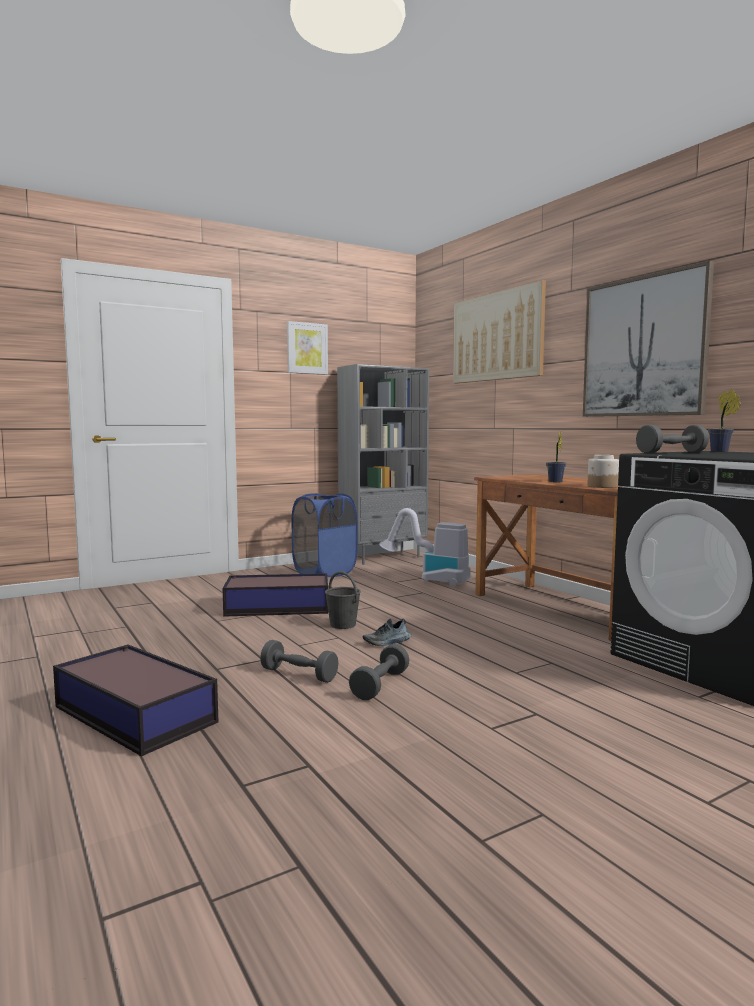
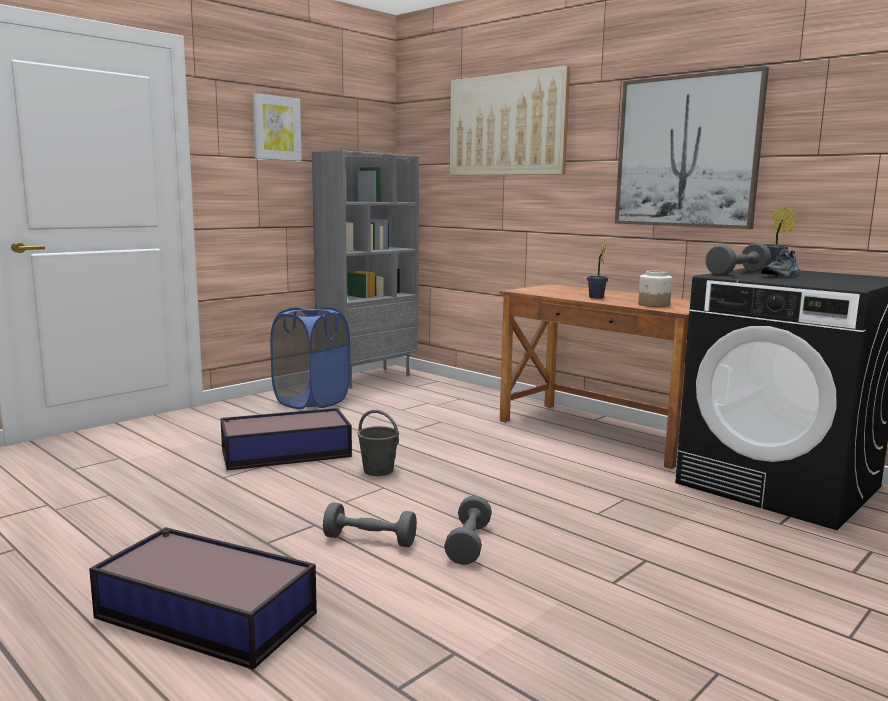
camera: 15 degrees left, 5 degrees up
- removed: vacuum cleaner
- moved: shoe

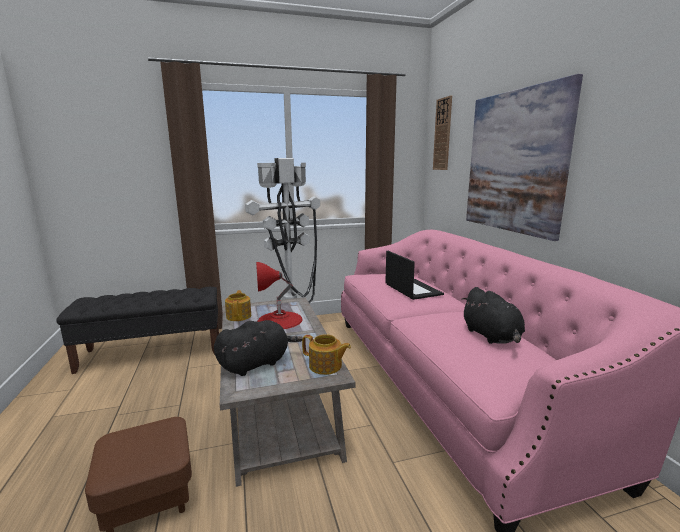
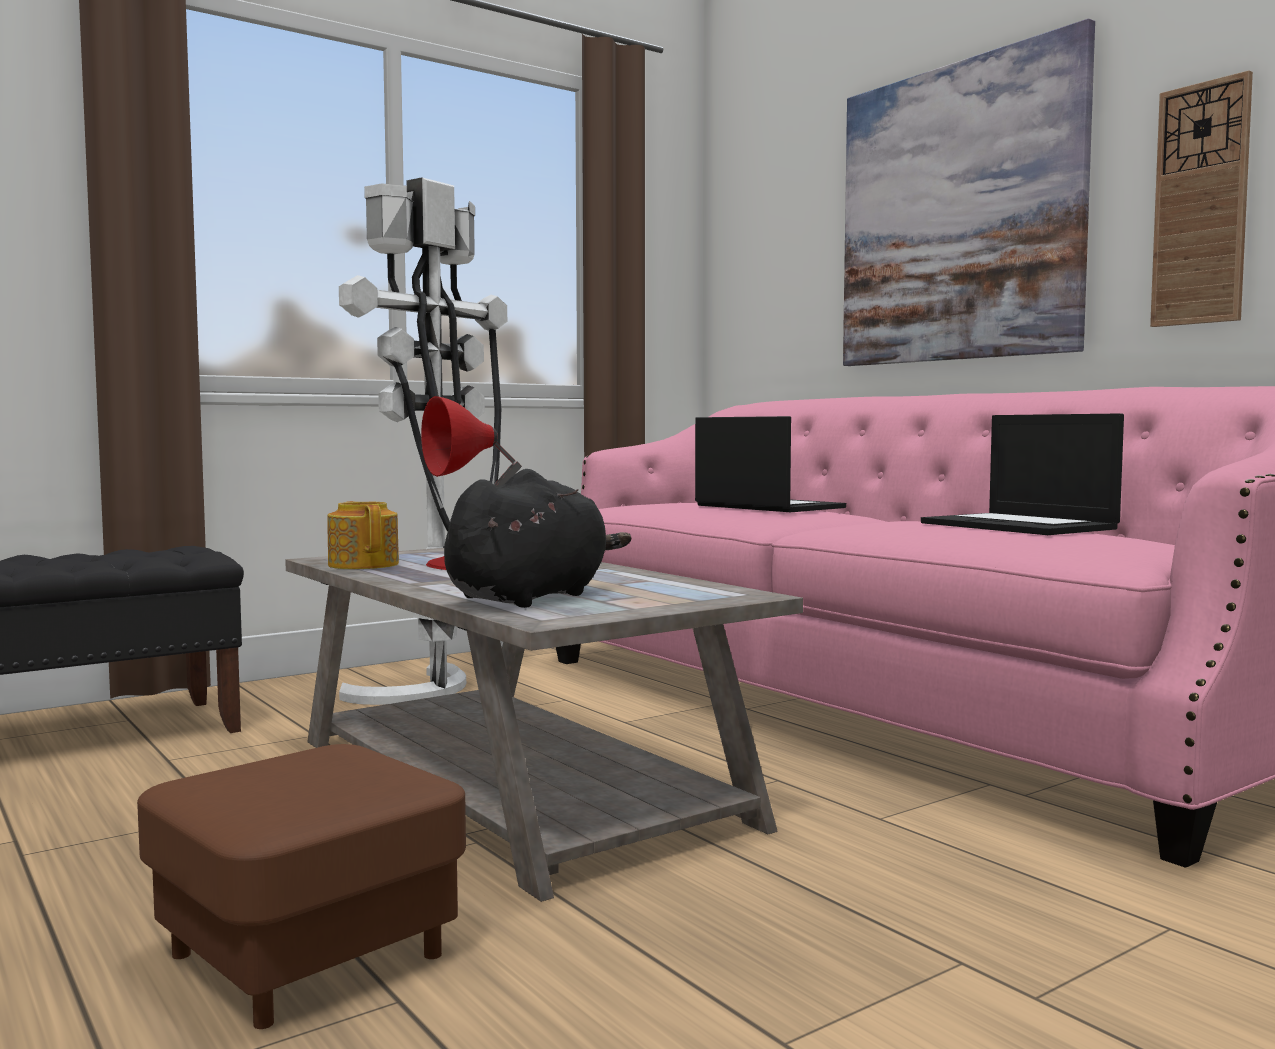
camera: 20 degrees left, 10 degrees down
- removed: teapot (2nd from left)
- moved: wall clock
- replaced: black plush toy (2nd from left) to laptop (2nd from left)

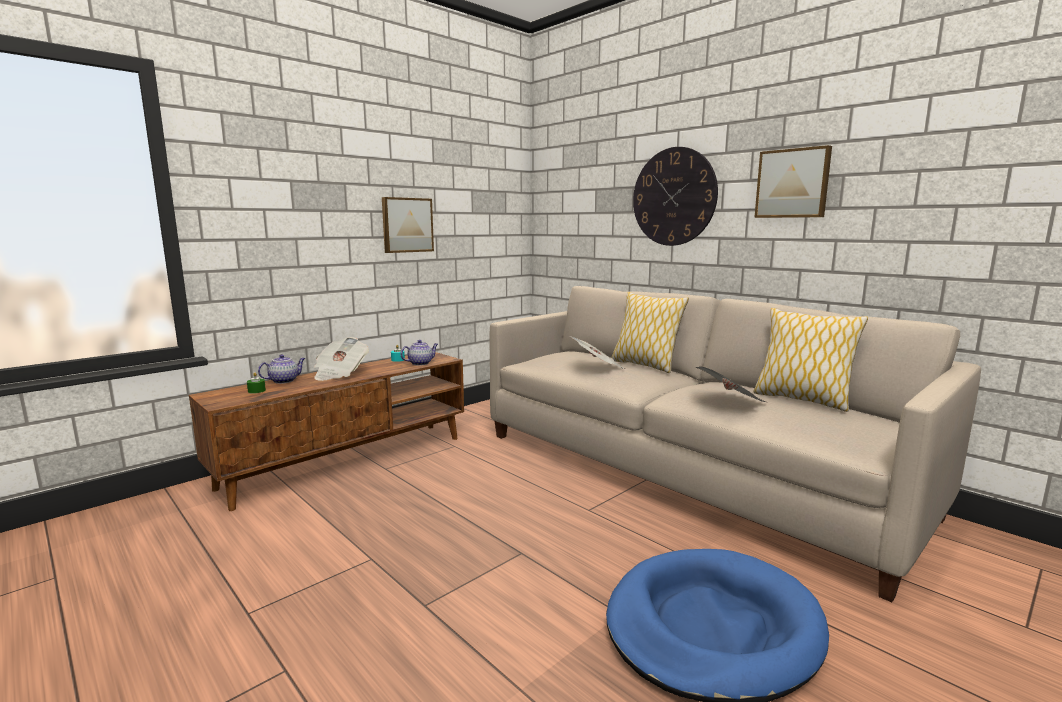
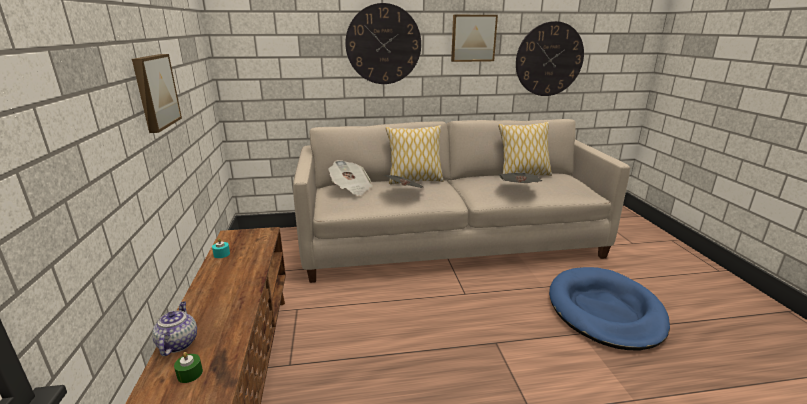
camera: 55 degrees left, 10 degrees up
- removed: teapot (2nd from left)
- added: wall clock (2nd from left)
- moved: newspaper (1st from left)

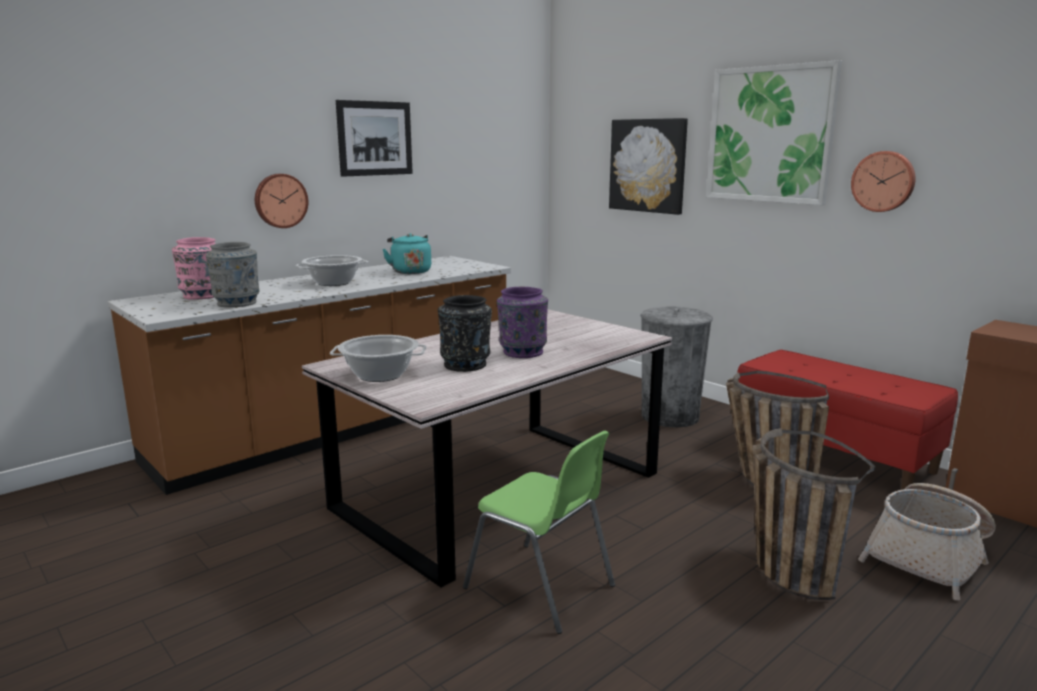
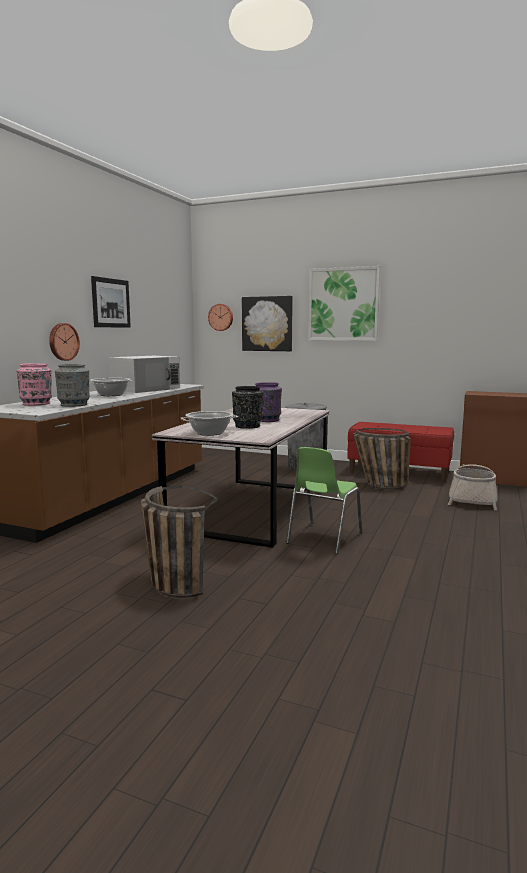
camera: 25 degrees left, 5 degrees down
- moved: basket (2nd from left in the first image) to basket (1st from left)
- moved: wall clock (2nd from left)
- replaced: turquoise kettle to white microwave
- turned: green chair 105 degrees clockwise

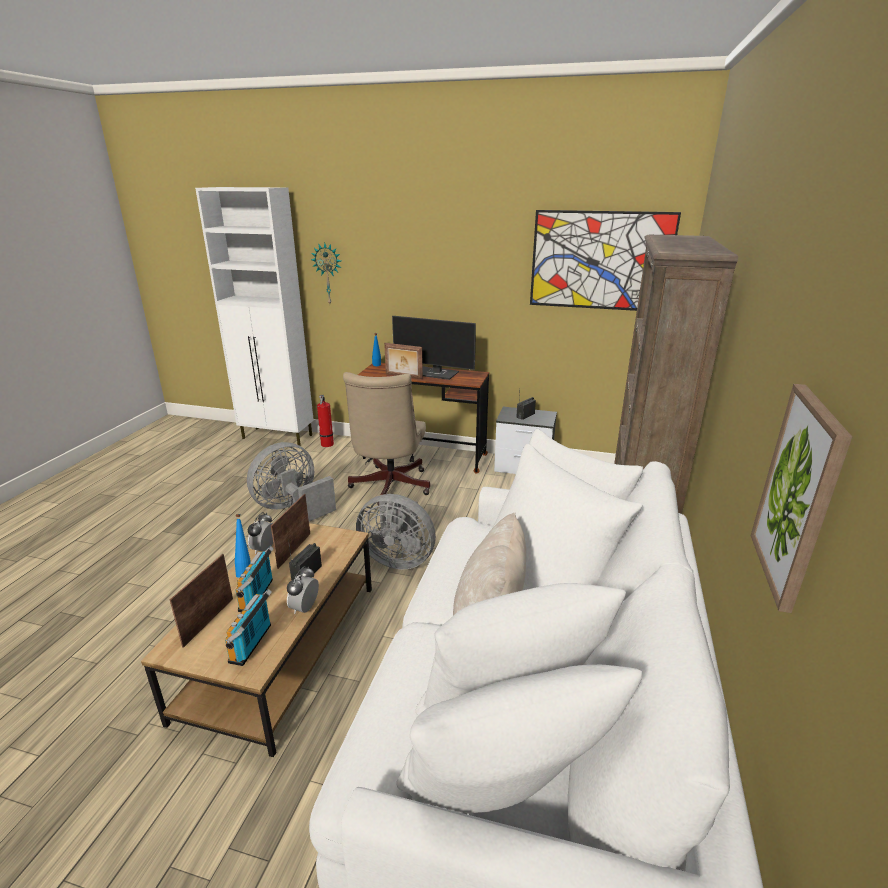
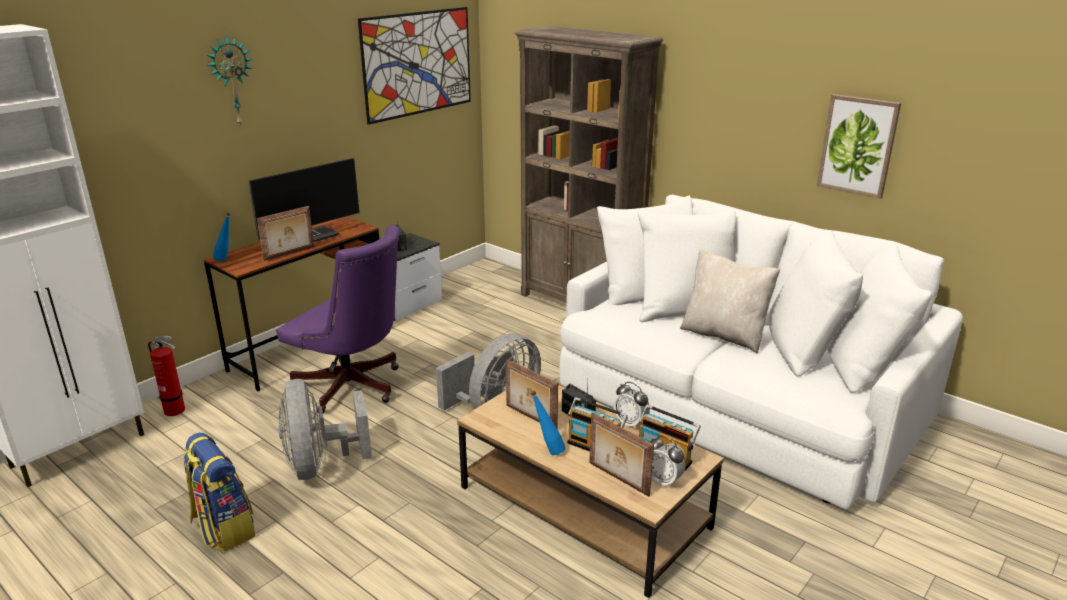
camera: 65 degrees left, 0 degrees up
- added: backpack
- moved: alarm clock (1st from left in the first image) to alarm clock (2nd from left)
- moved: wall clock
- recoloured: beige office chair to purple office chair

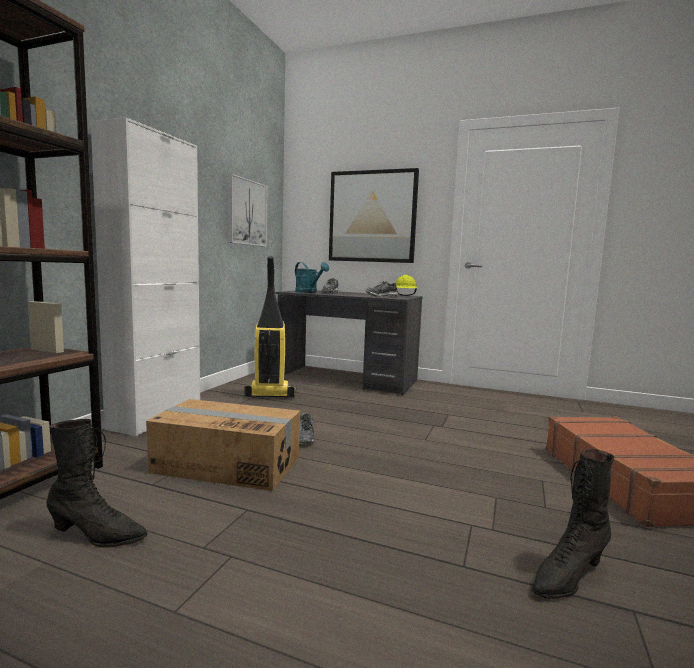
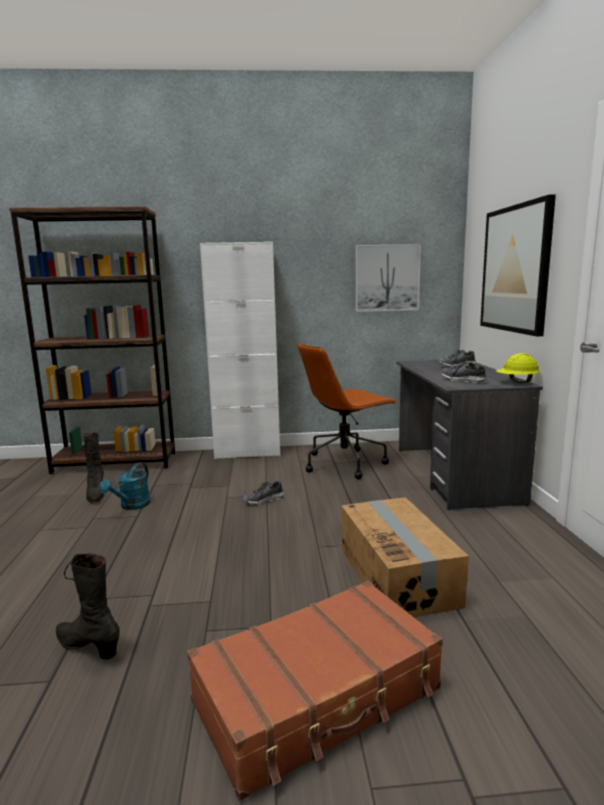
camera: 65 degrees right, 5 degrees up
- moved: cardboard box
- moved: turquoise watering can
- replaced: vacuum cleaner to brown office chair

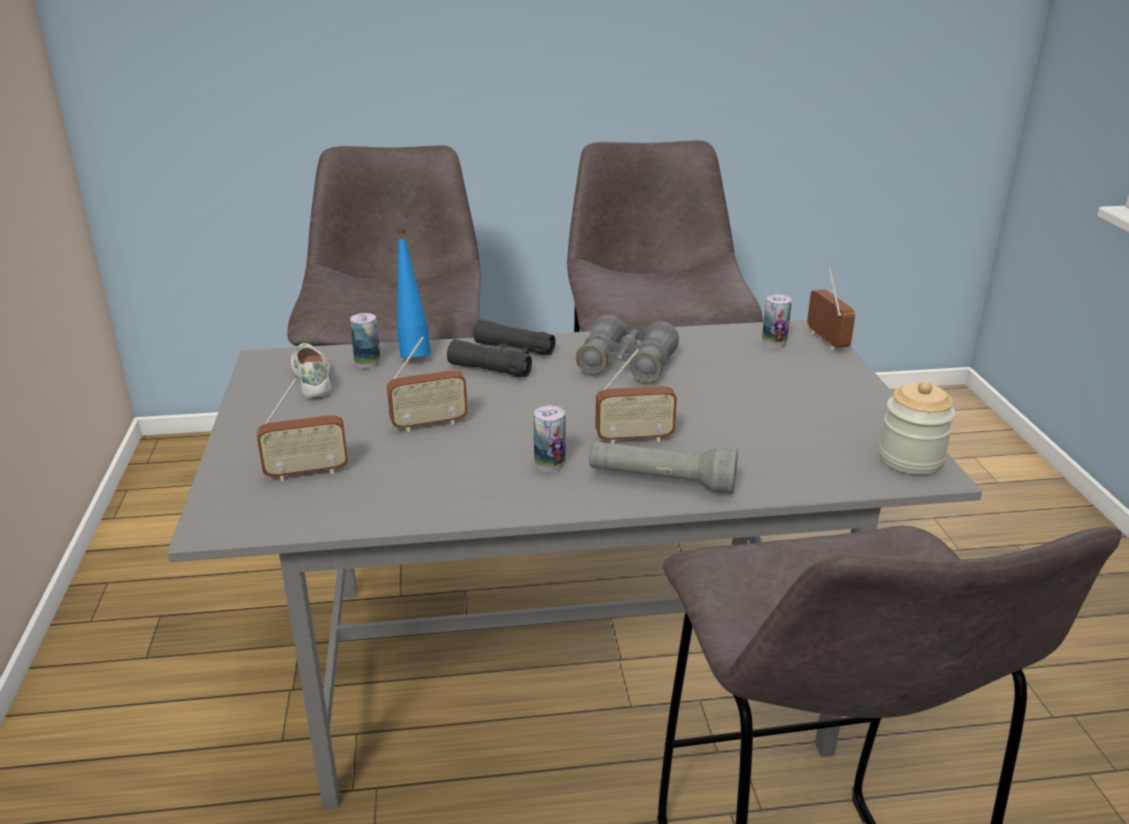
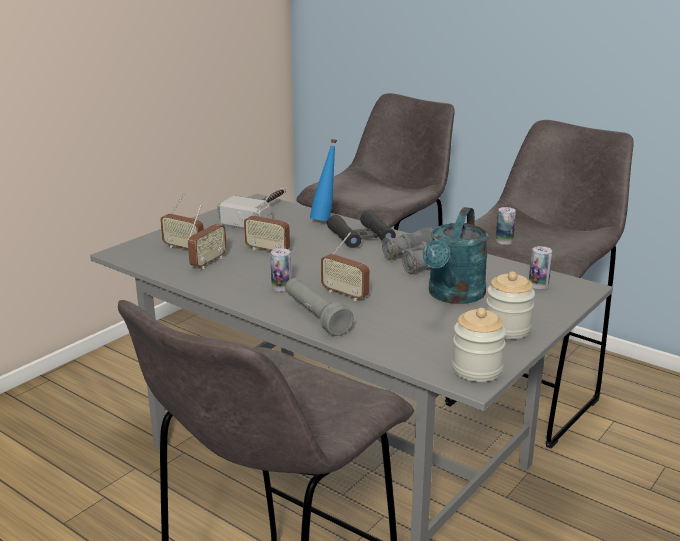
camera: 45 degrees right, 5 degrees down
- added: turquoise watering can
- added: jar (2nd from left)
- moved: can (1st from left in the first image) to can (2nd from left)
- moved: radio (4th from left in the first image) to radio (2nd from left)
- replaced: white shoe to hammer

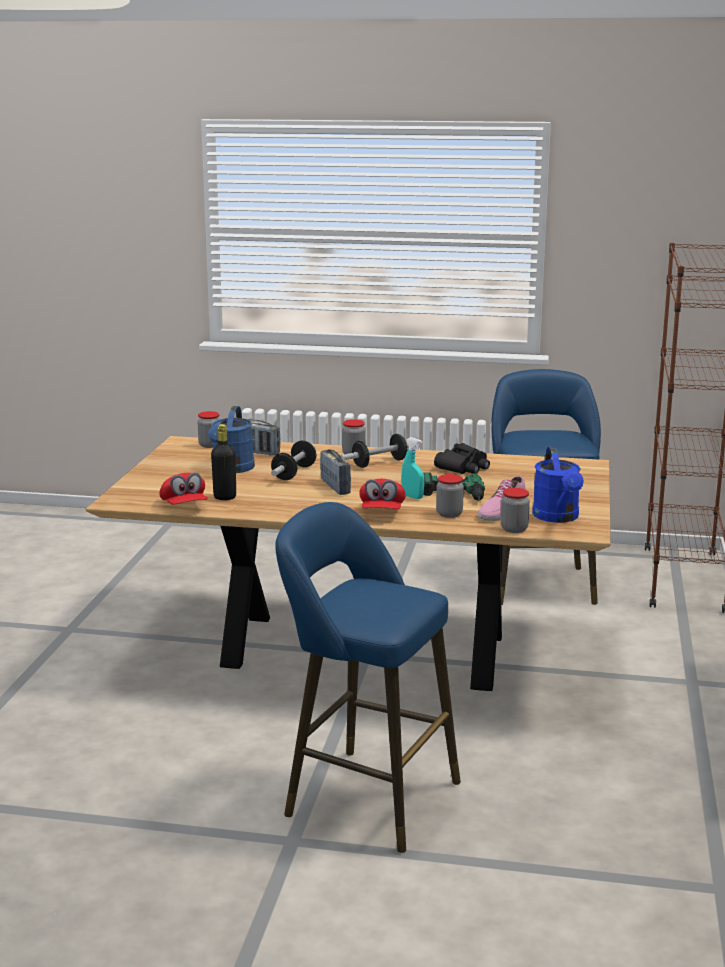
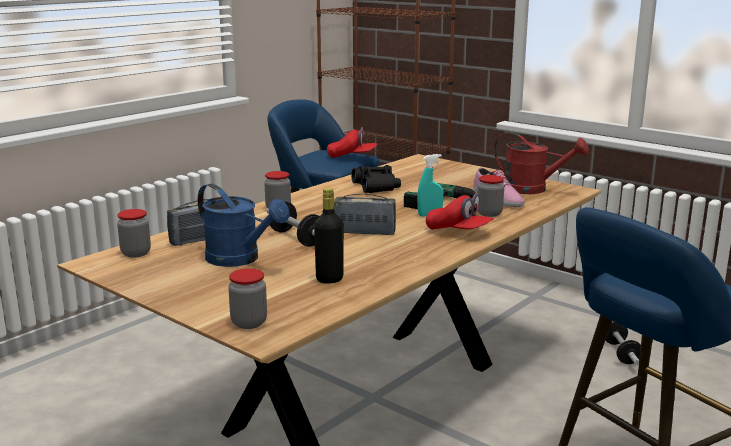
camera: 60 degrees left, 0 degrees up
- moved: red cap (1st from left)
- moved: dumbbell (2nd from left)
- moved: jar (4th from left in the first image) to jar (2nd from left)
- recoloured: blue watering can (2nd from left) to red watering can

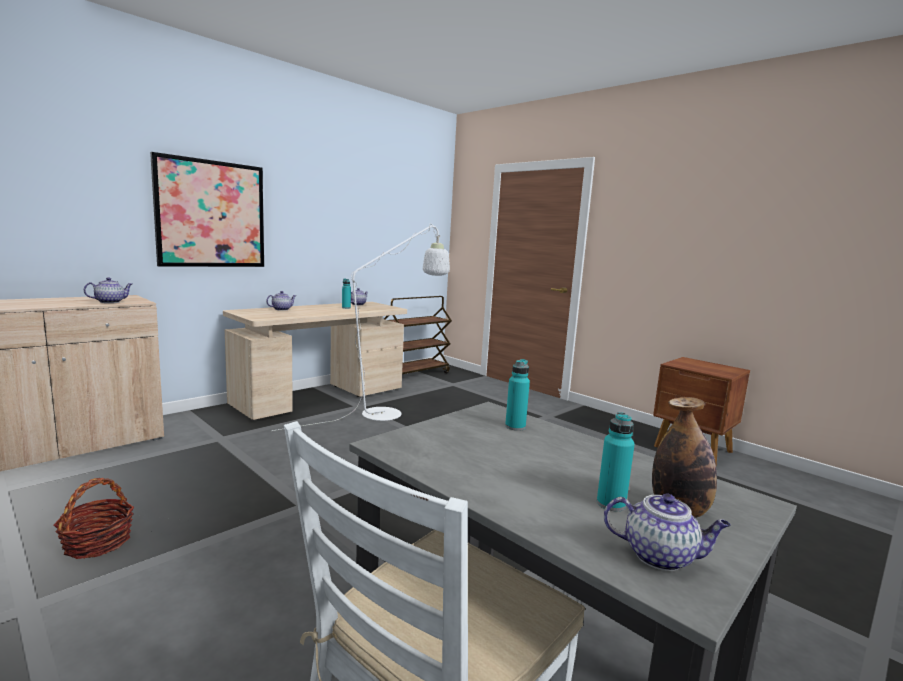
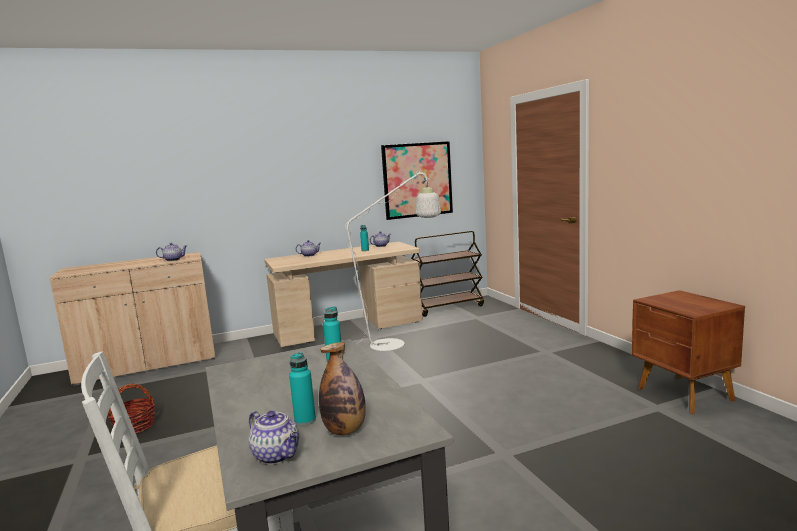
camera: 25 degrees right, 0 degrees up
- moved: picture

